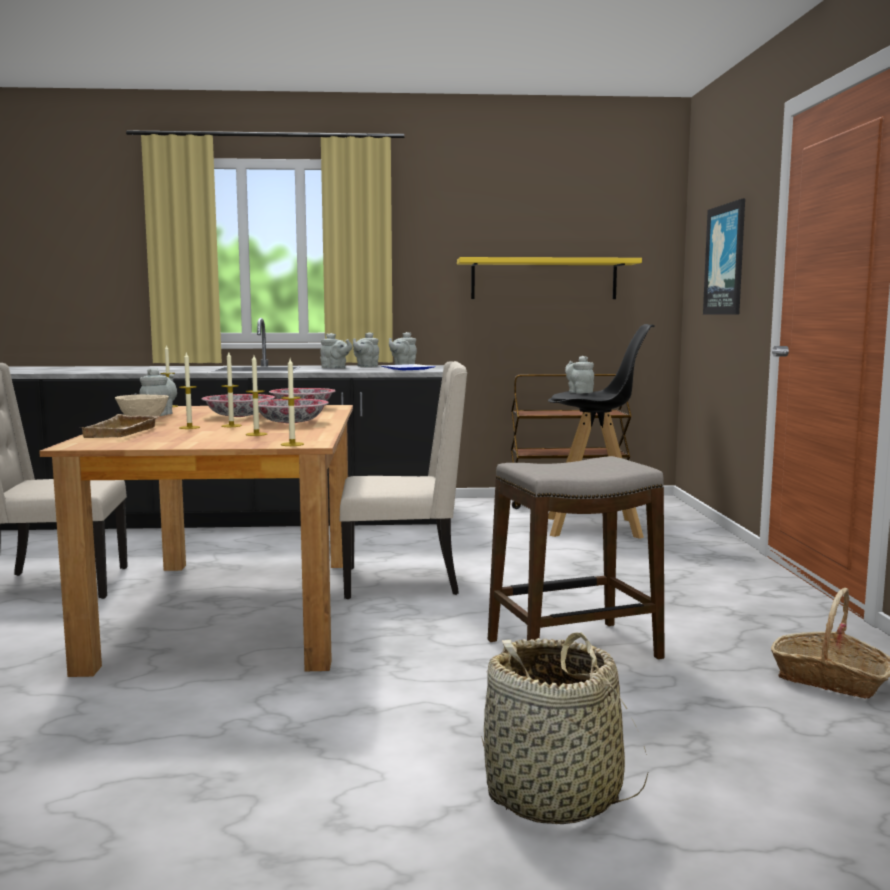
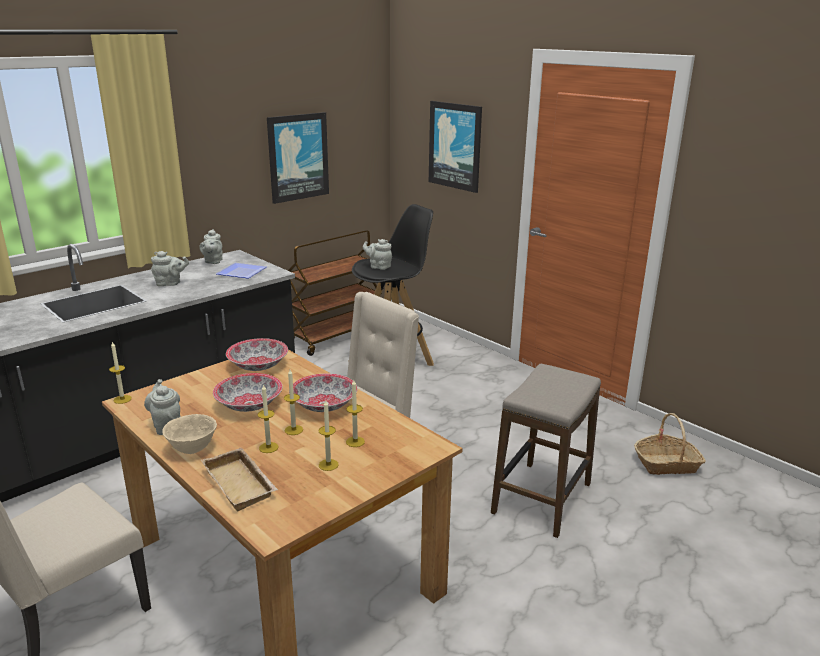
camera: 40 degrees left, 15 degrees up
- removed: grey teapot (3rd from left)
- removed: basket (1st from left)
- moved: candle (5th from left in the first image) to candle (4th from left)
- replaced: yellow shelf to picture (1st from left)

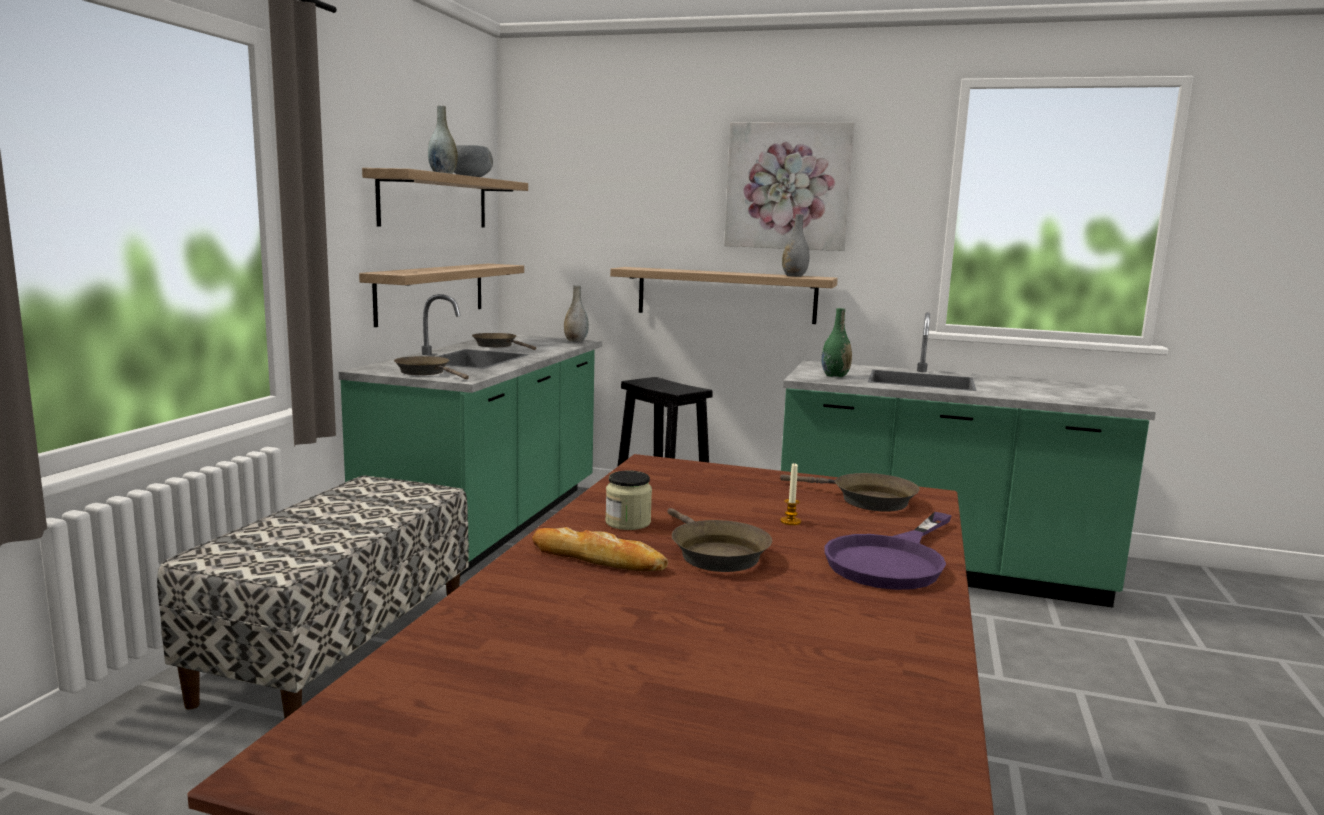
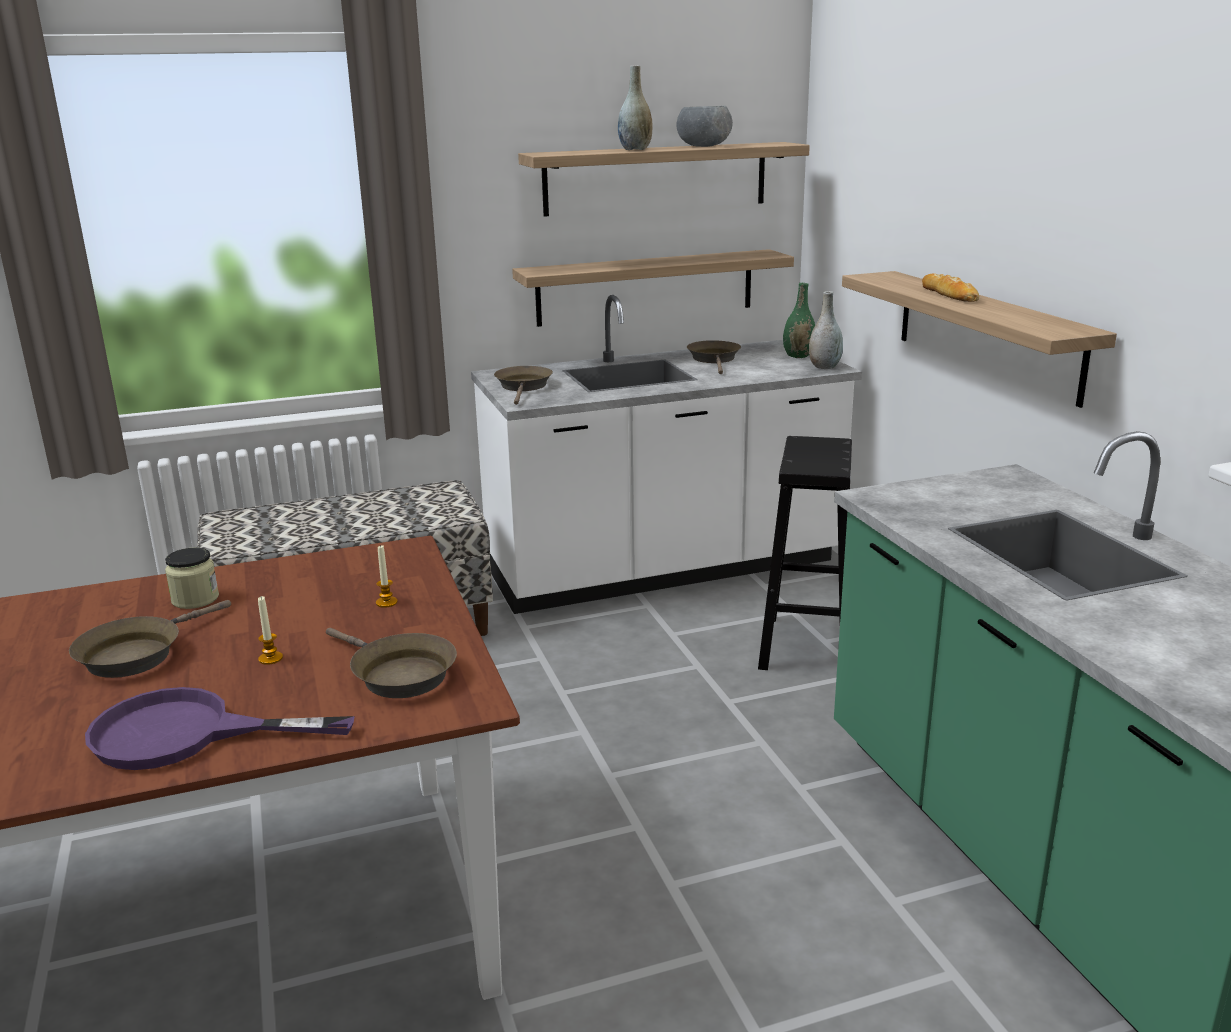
camera: 55 degrees right, 10 degrees up
- removed: picture
- removed: grey vase (3rd from left)
- added: candle (2nd from left)
- moved: bread
- moved: green vase
- recoloured: green counter (1st from left) to white counter
- turned: brown frying pan (4th from left in the first image) 45 degrees counterclockwise

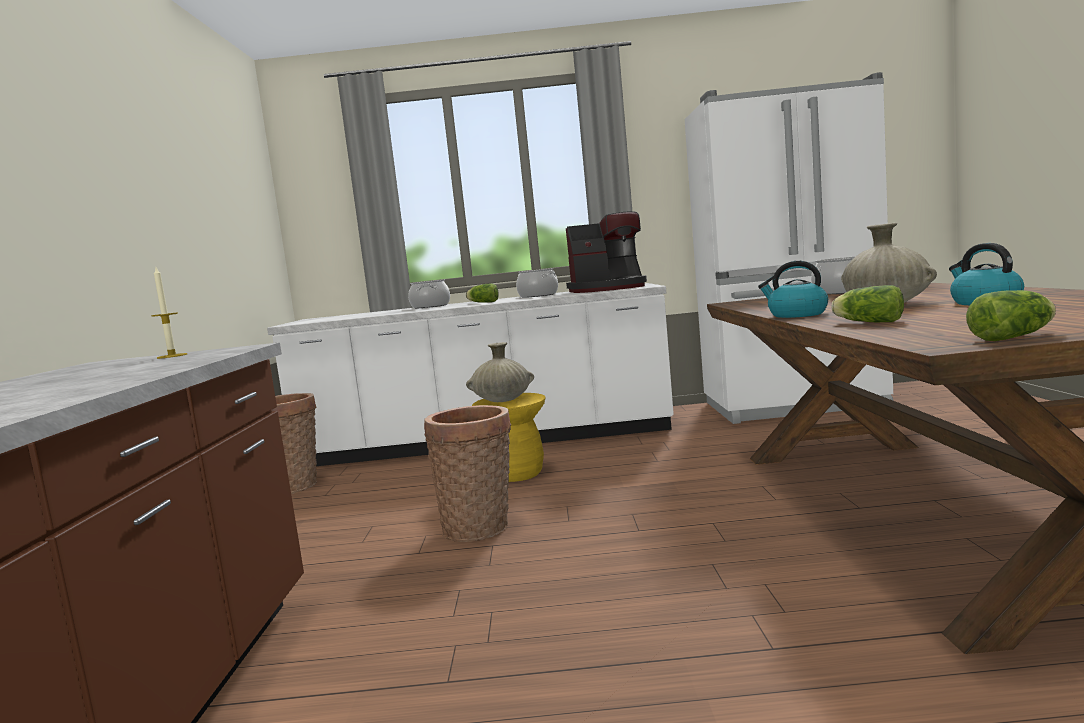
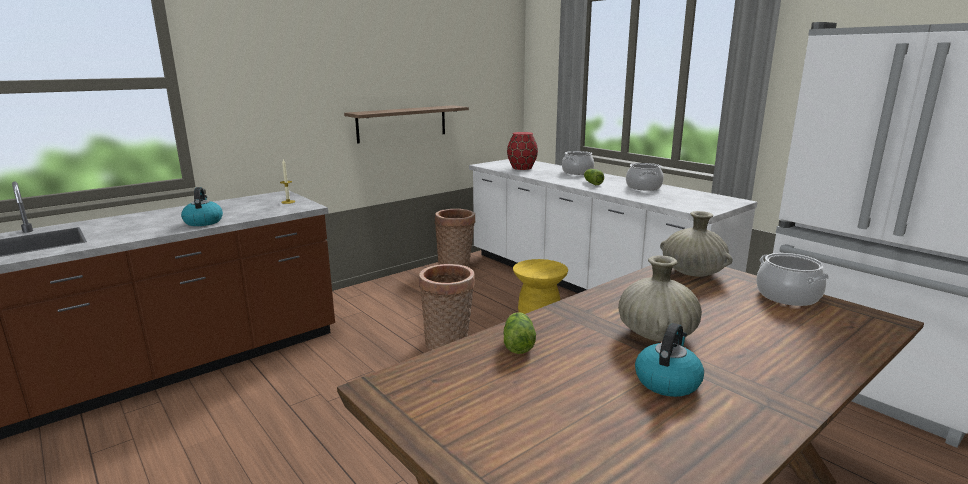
camera: 50 degrees right, 10 degrees up
- removed: coffee machine
- removed: lettuce (3rd from left)
- added: shelf
- added: red vase
- moved: beige vase (1st from left in the first image) to beige vase (2nd from left)
- moved: kettle (1st from left)

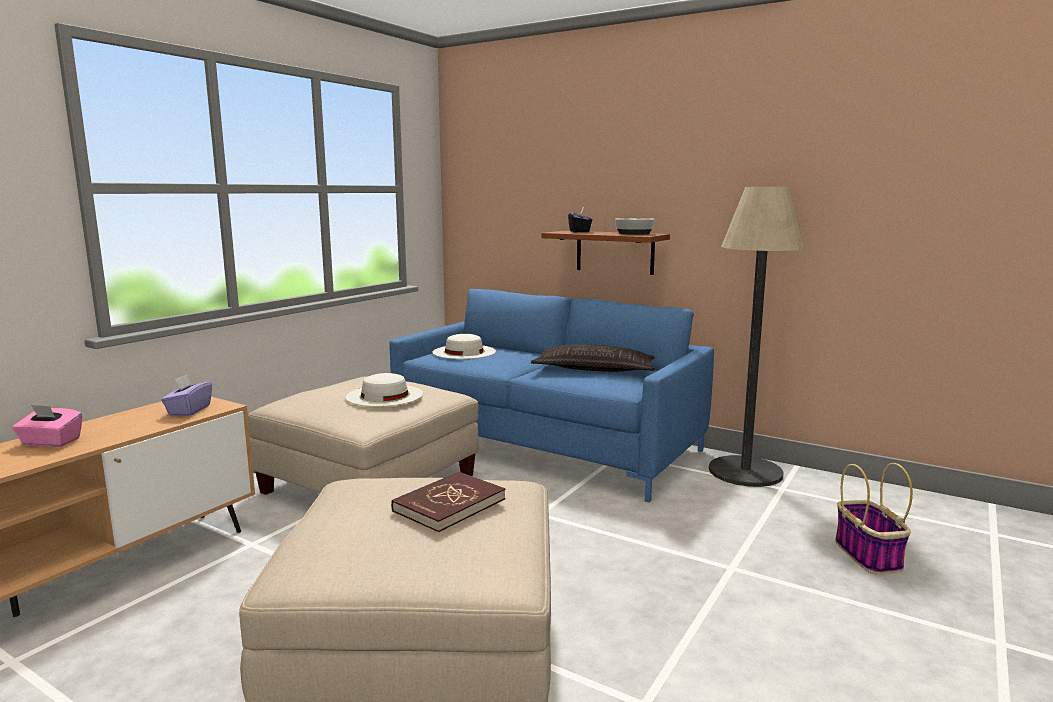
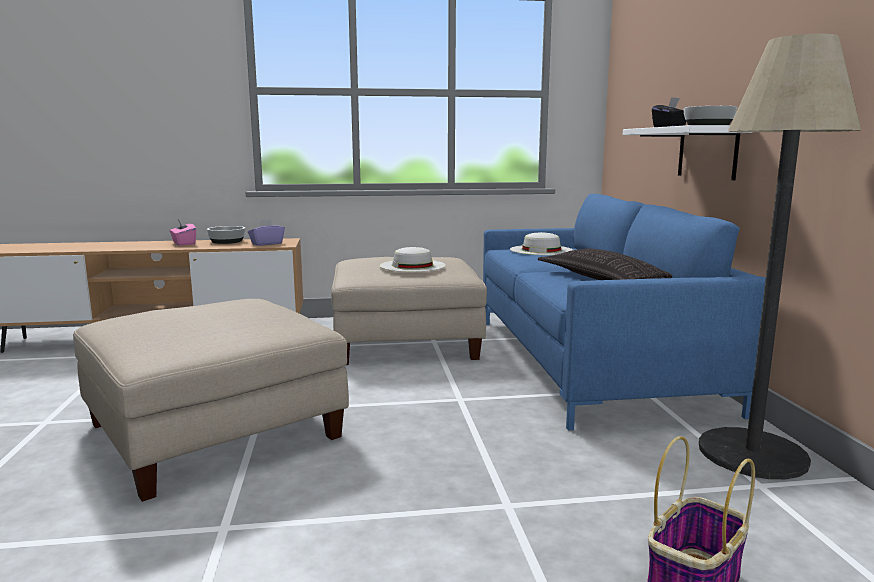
camera: 50 degrees right, 0 degrees up
- removed: red book
- added: bowl (1st from left)
- recoloured: brown shelf to white shelf

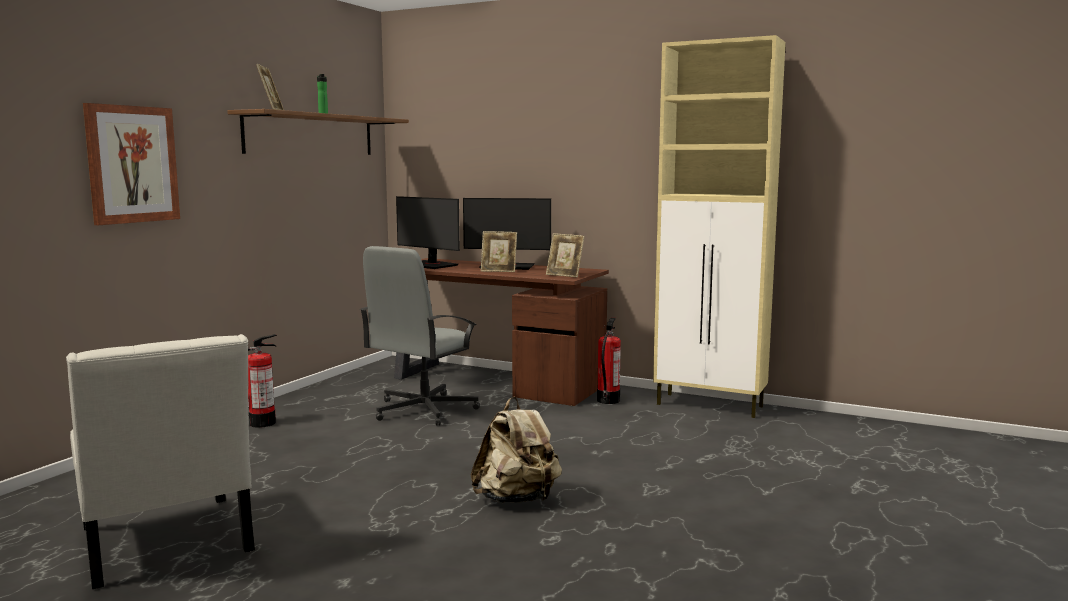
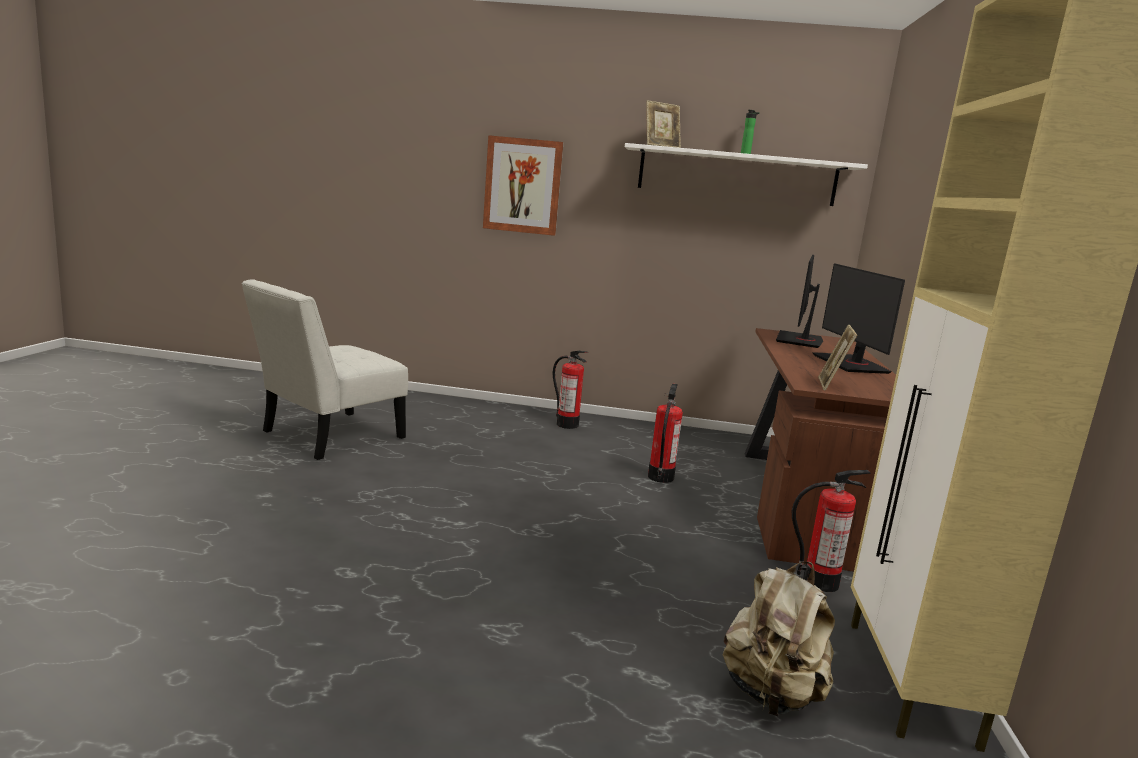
camera: 70 degrees right, 5 degrees up
- removed: picture frame (2nd from left)
- moved: beige backpack
- replaced: grey office chair to fire extinguisher (2nd from left)
- recoloured: brown shelf to white shelf

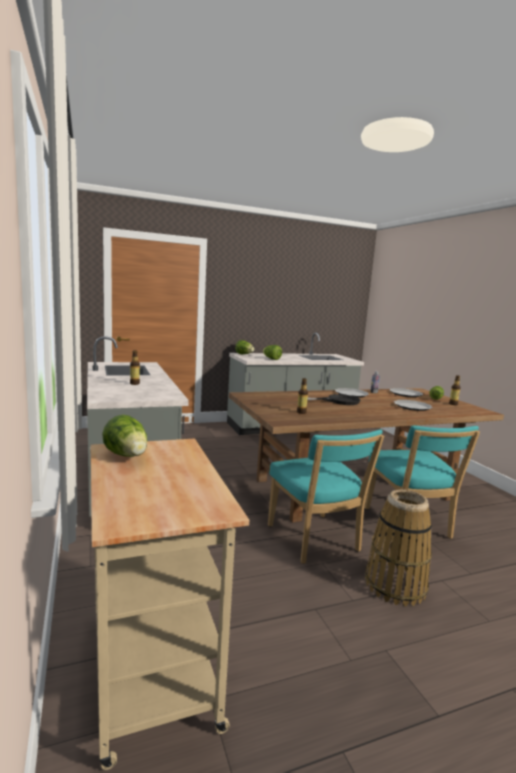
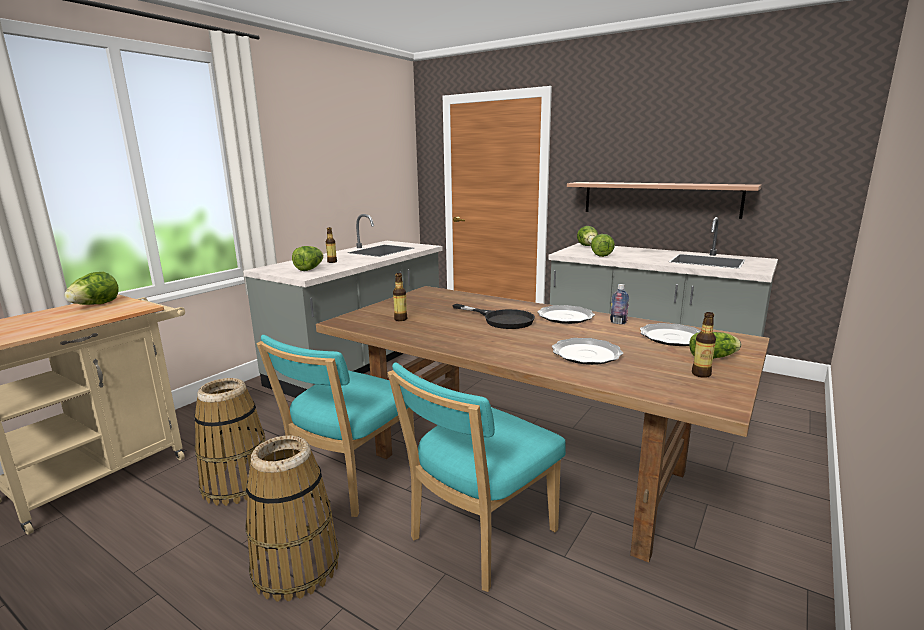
camera: 55 degrees right, 5 degrees up
- added: basket (1st from left)
- added: lettuce (2nd from left)
- added: shelf

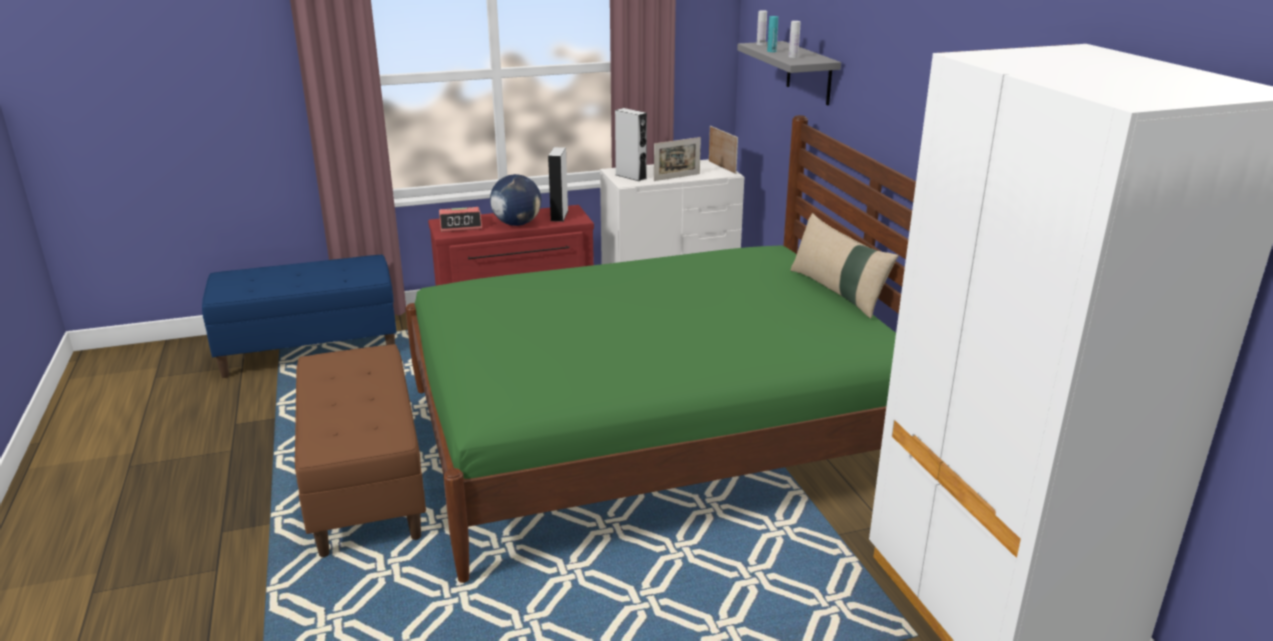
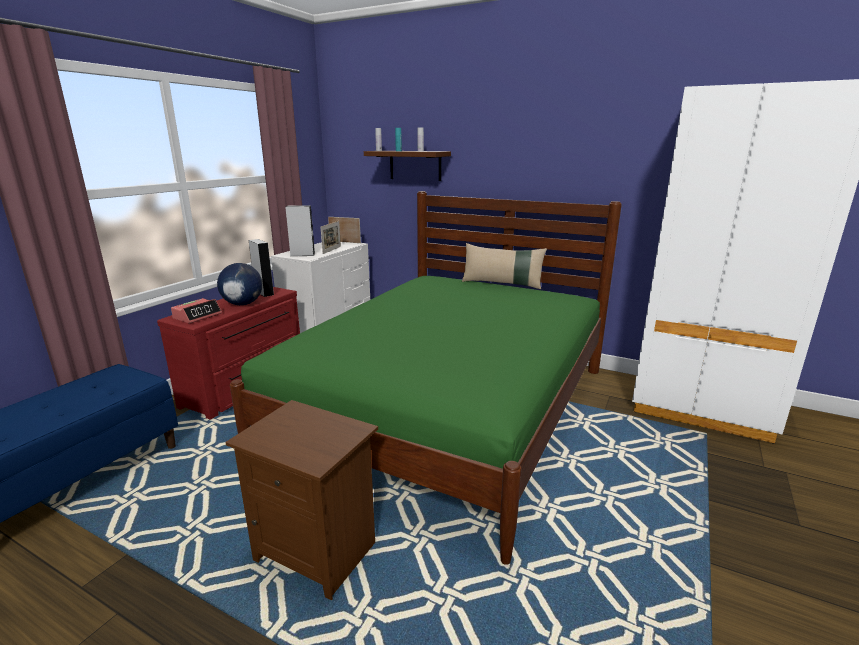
camera: 45 degrees left, 5 degrees down
- replaced: brown bench to brown nightstand
- recoloured: grey shelf to brown shelf

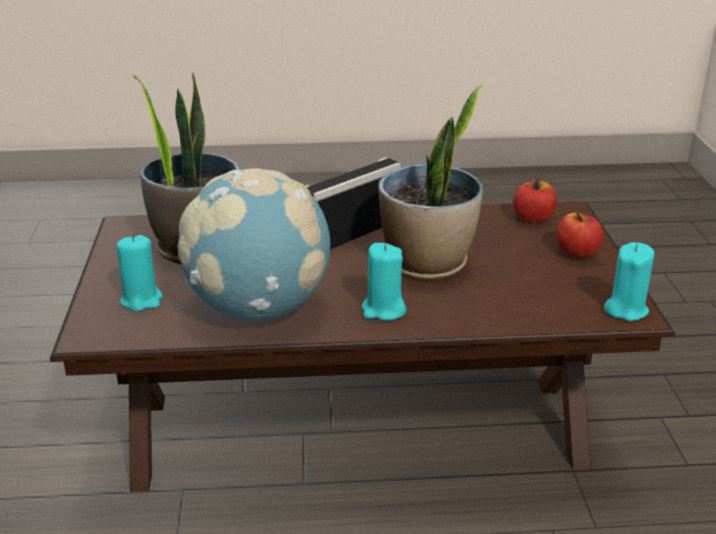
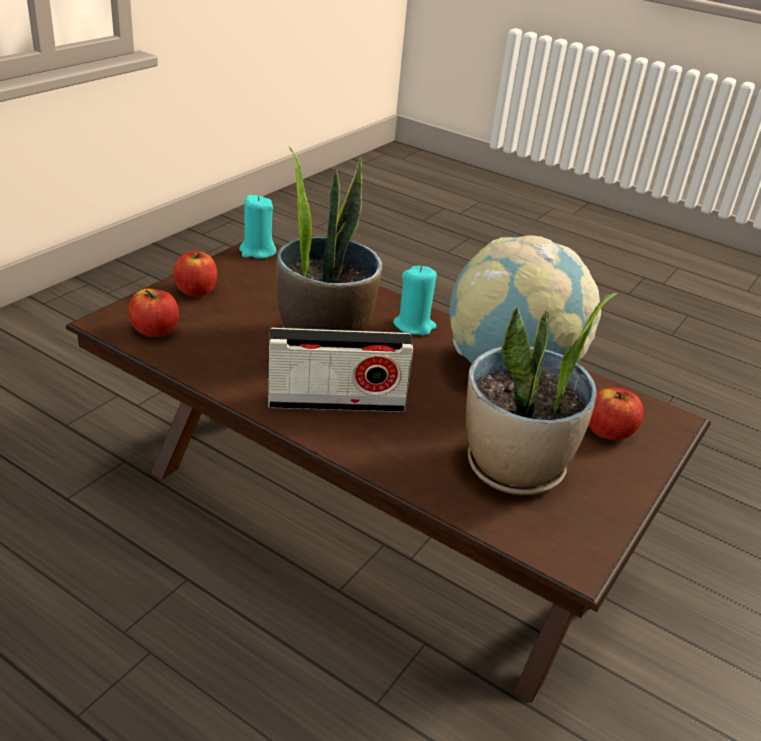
camera: 145 degrees left, 5 degrees up
- replaced: turquoise candle (1st from left) to apple (3rd from left)

